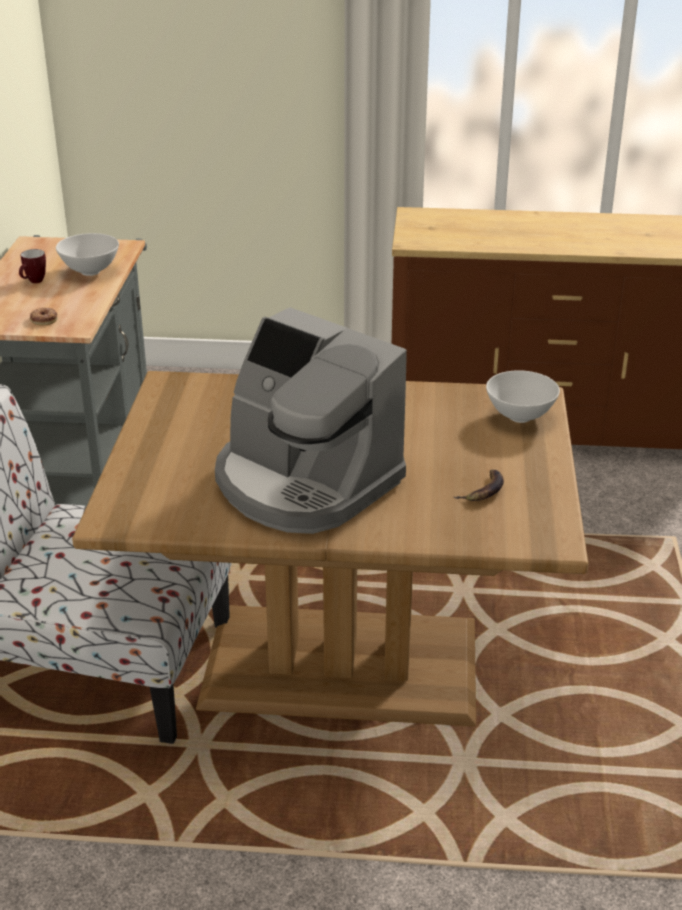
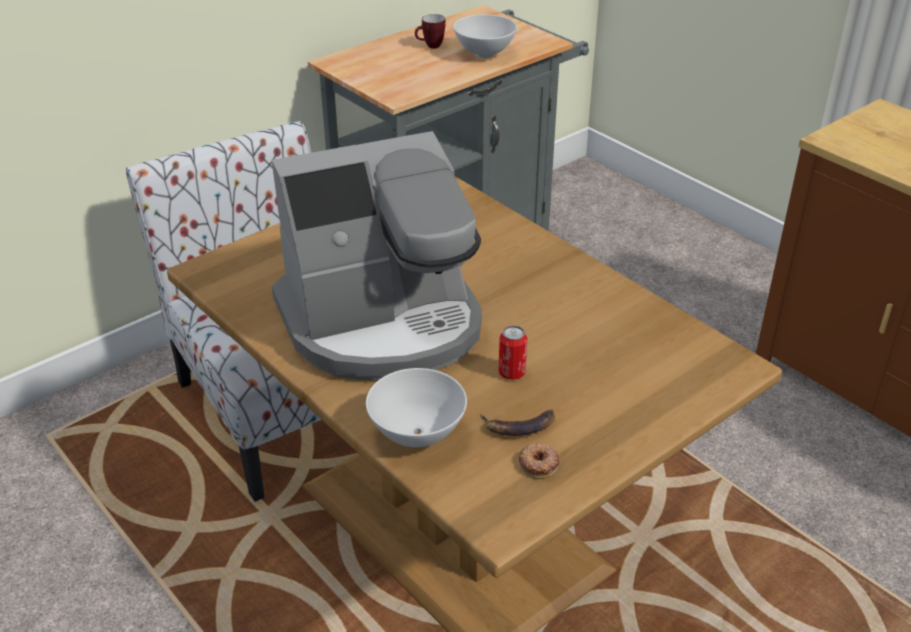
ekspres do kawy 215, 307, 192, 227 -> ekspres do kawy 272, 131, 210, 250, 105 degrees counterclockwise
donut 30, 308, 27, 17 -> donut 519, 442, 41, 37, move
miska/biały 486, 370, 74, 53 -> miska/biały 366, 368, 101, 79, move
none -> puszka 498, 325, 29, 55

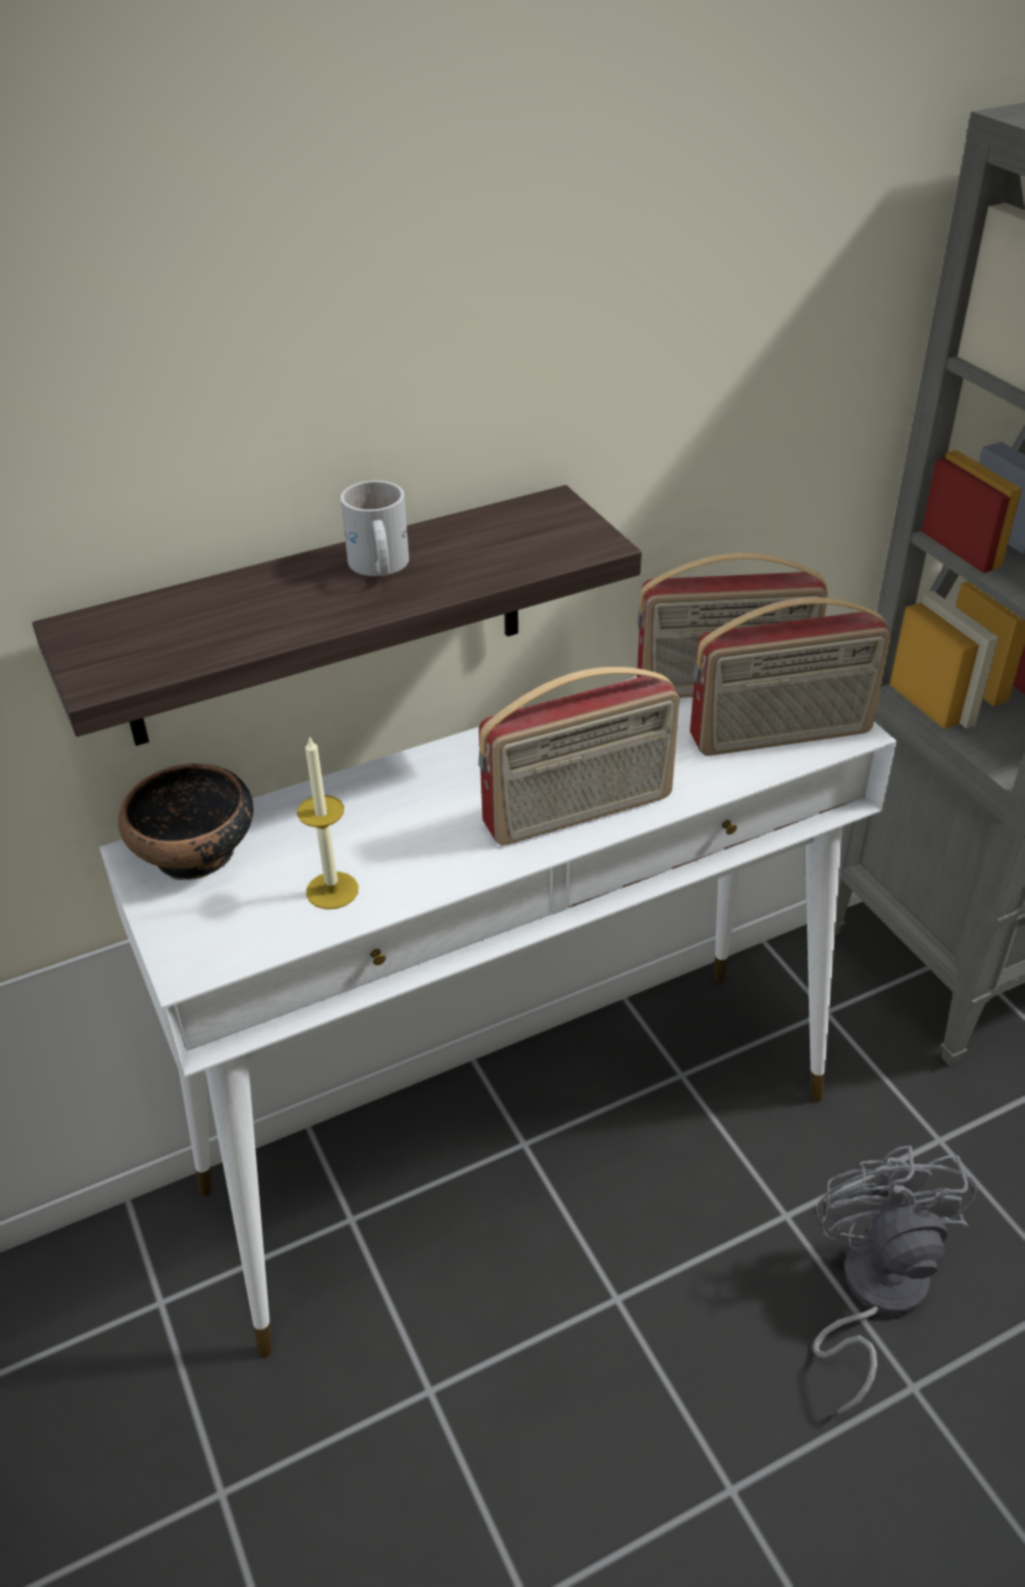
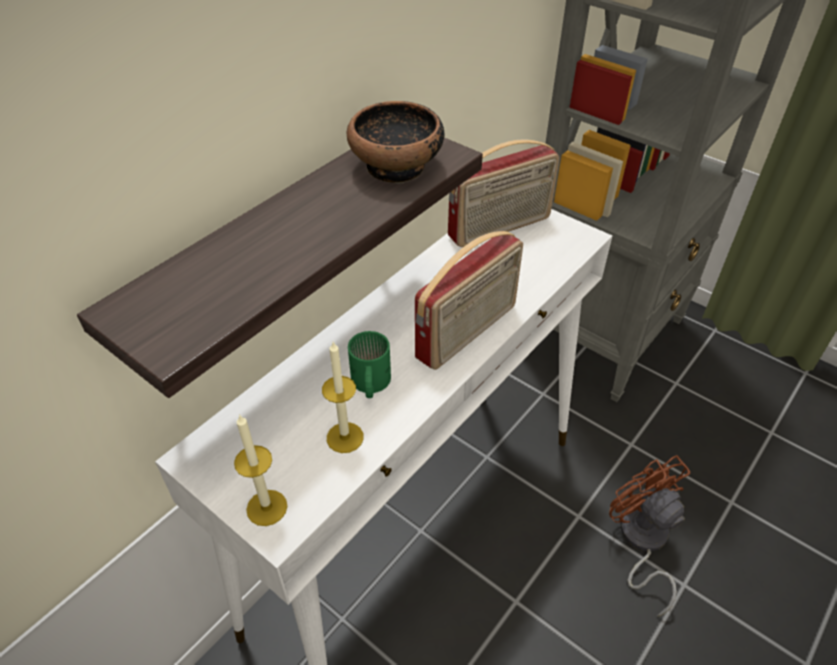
kubek/biały 341, 481, 68, 95 -> none
radio 690, 597, 201, 159 -> none
miska 118, 763, 136, 117 -> miska 347, 101, 97, 83, move
wentylator/szary 812, 1145, 165, 269 -> wentylator/brązowy 609, 455, 81, 161
none -> kubek/zielony 348, 331, 43, 67
none -> świeca 234, 414, 53, 112

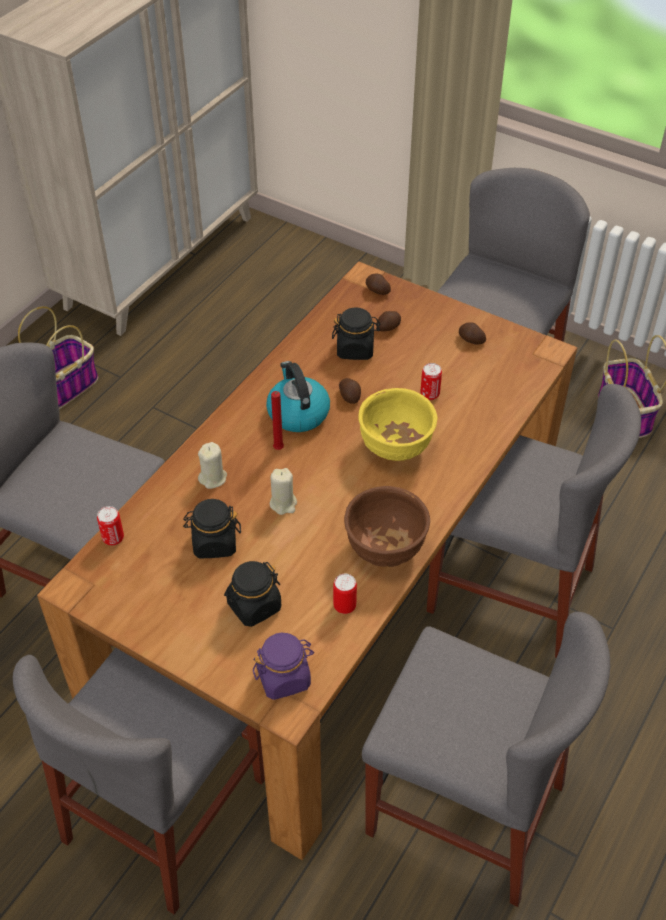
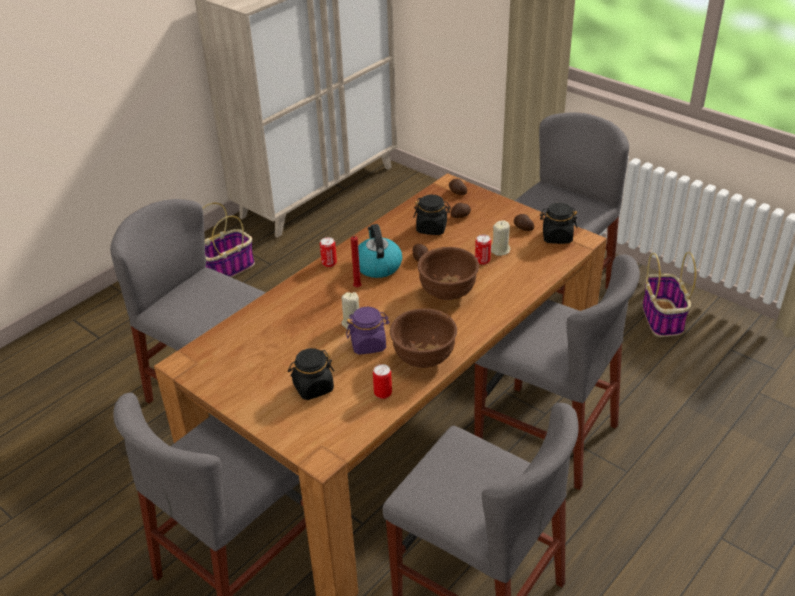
miska/żółty 358, 388, 80, 73 -> miska/brązowy 418, 247, 61, 53
świeca/beżowy 198, 442, 29, 47 -> świeca/beżowy 491, 220, 19, 36, move
słoik/czarny 183, 499, 58, 59 -> słoik/czarny 540, 203, 37, 41, move
puszka 97, 506, 27, 40 -> puszka 320, 237, 17, 30, move
słoik/fioletowy 253, 633, 61, 67 -> słoik/fioletowy 346, 307, 44, 48, move

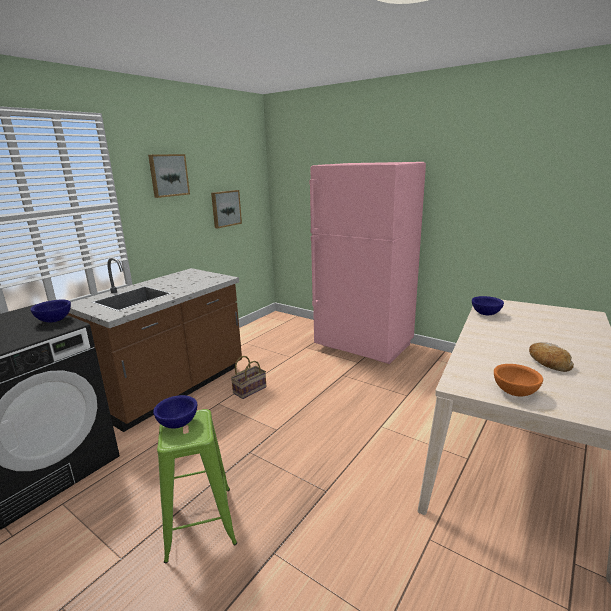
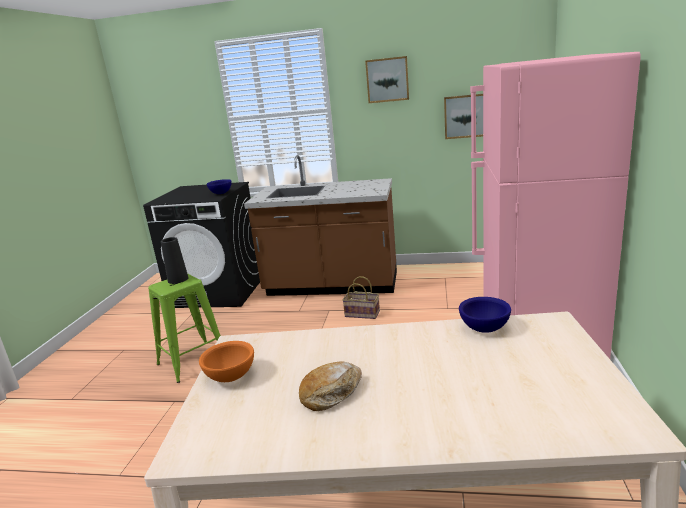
miska/niebieski 153, 395, 44, 34 -> wazon/czarny 161, 237, 27, 47

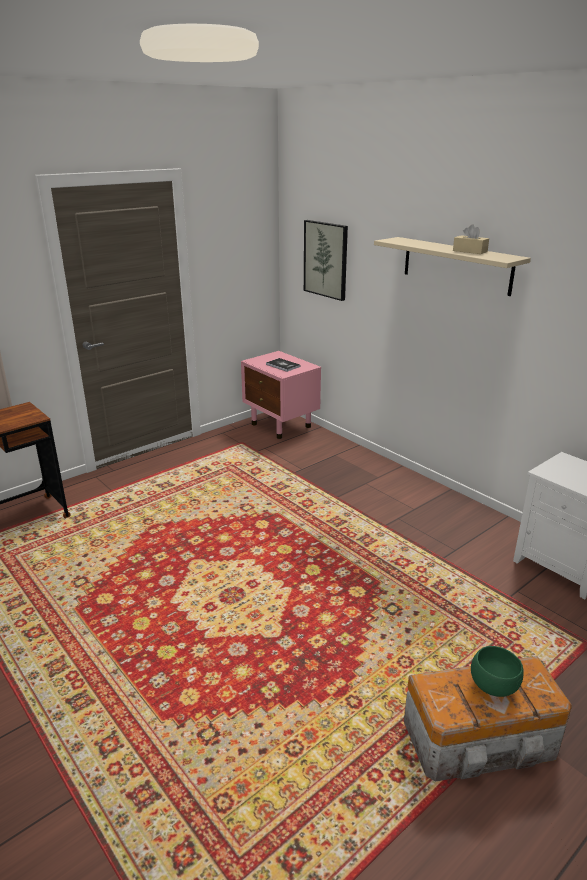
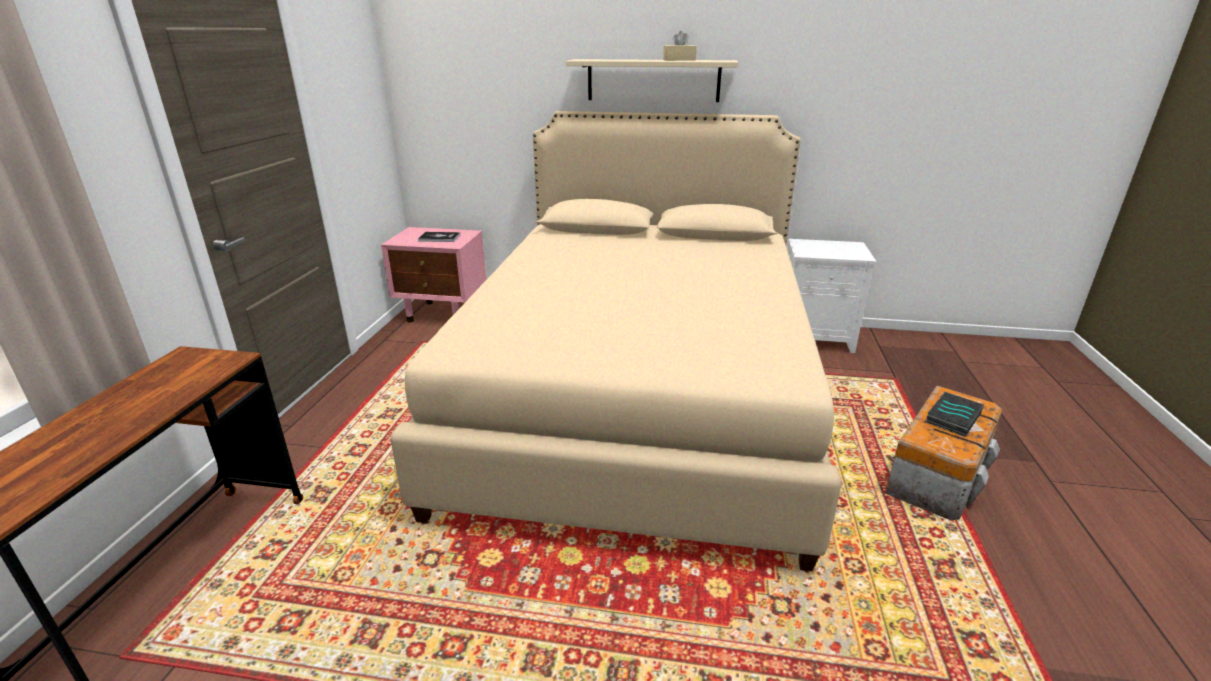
obraz 304, 220, 44, 81 -> none
miska/zielony 471, 646, 53, 51 -> książka 925, 392, 59, 45
none -> łóżko/beżowy 391, 111, 451, 460

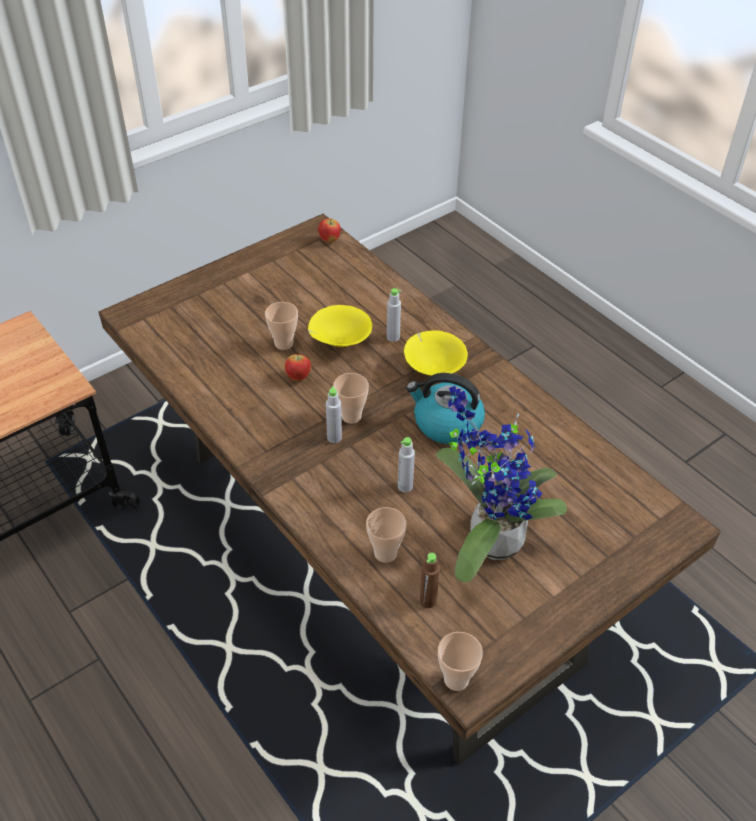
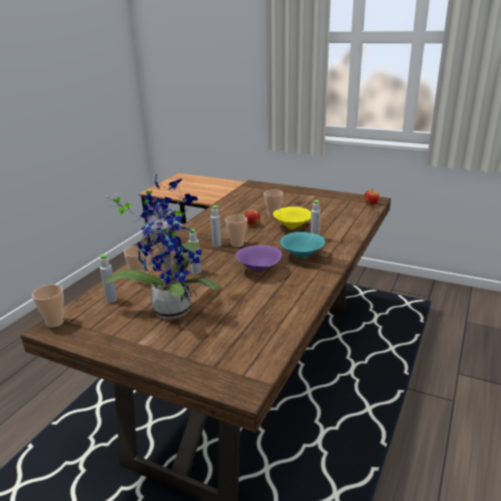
miska/żółty 404, 330, 64, 46 -> miska/turkusowy 280, 232, 45, 27
czajnik 406, 373, 79, 71 -> miska/fioletowy 236, 245, 46, 28
butelka/brązowy 420, 553, 20, 55 -> butelka/szary 99, 254, 18, 49

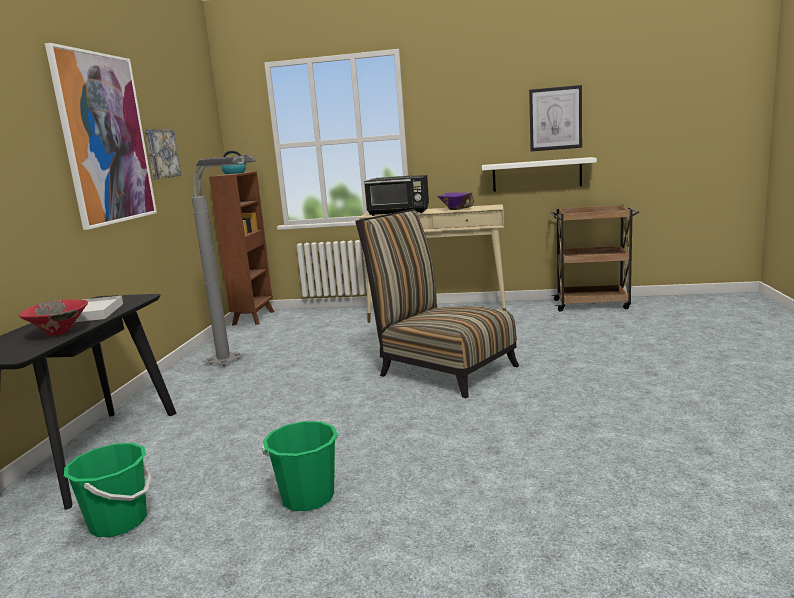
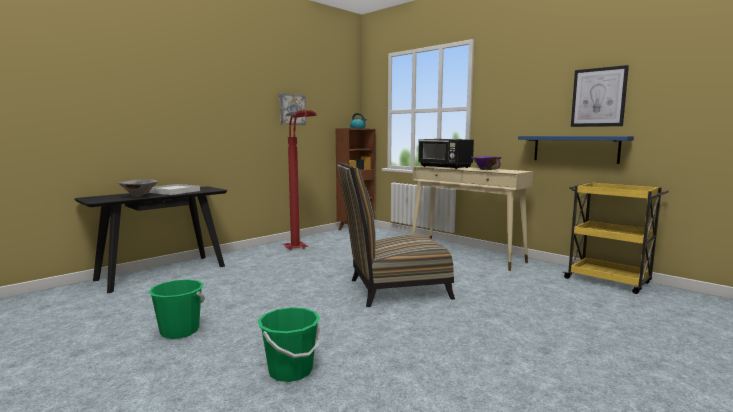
obraz 45, 43, 112, 187 -> none
lampa stojąca/szary 192, 155, 64, 211 -> lampa stojąca/czerwony 283, 110, 34, 140
półka/biały 482, 157, 115, 35 -> półka/niebieski 518, 136, 116, 28
wózek/brązowy 550, 205, 89, 107 -> wózek/żółty 562, 182, 107, 112
krzesło 355, 209, 164, 189 -> krzesło 337, 162, 118, 145, 90 degrees counterclockwise
miska/czerwony 19, 300, 69, 36 -> miska/szary 118, 179, 40, 18
wiadro/zielony 64, 443, 87, 94 -> wiadro/zielony 258, 307, 62, 75, move

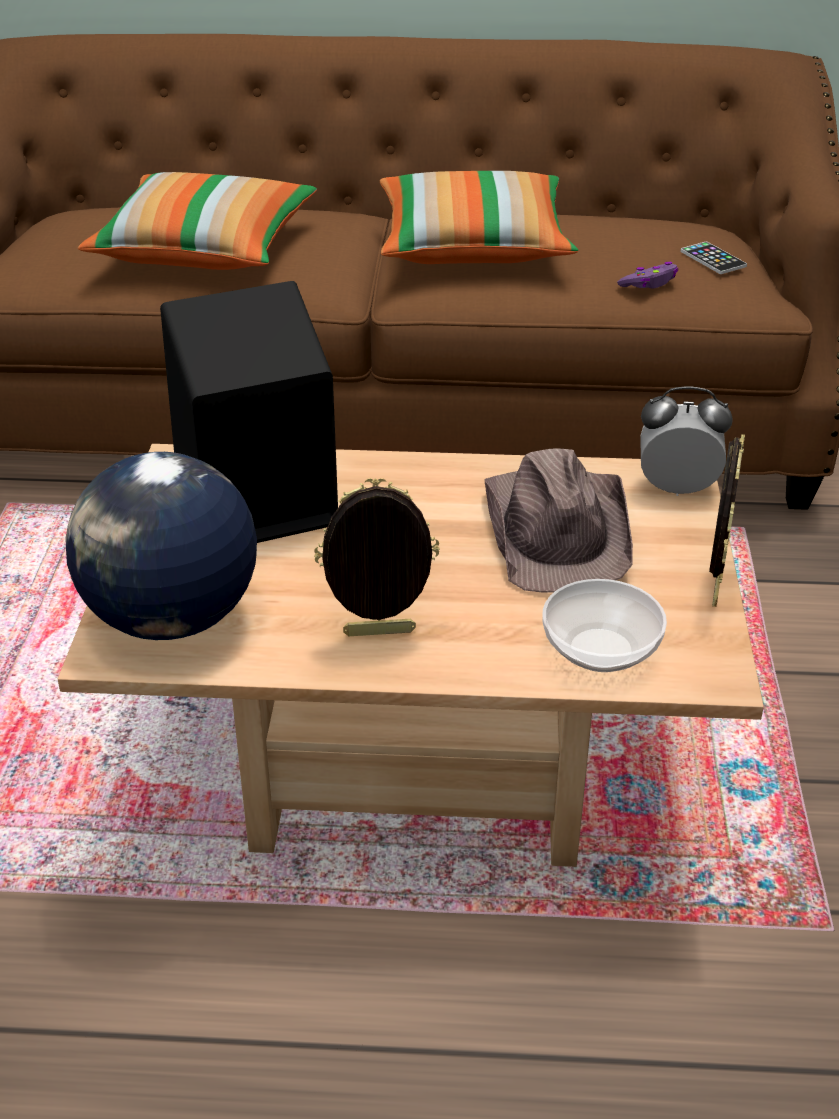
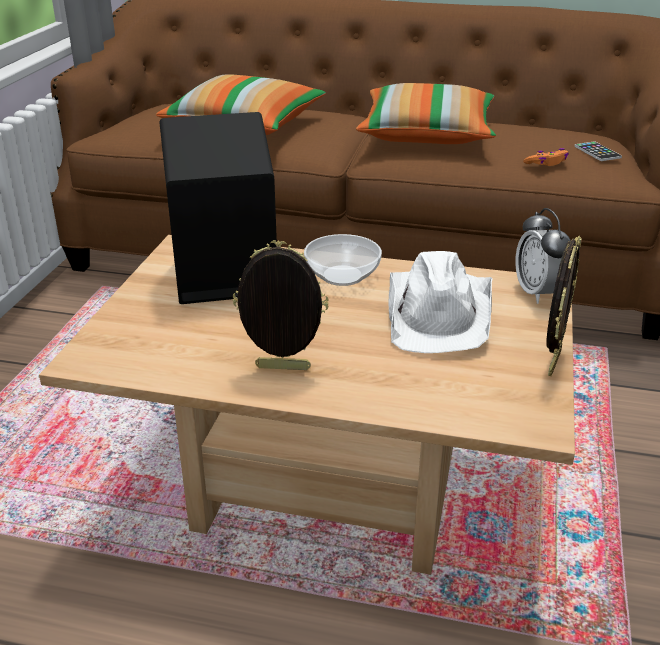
pad do gier/fioletowy 617, 262, 61, 27 -> pad do gier/pomarańczowy 523, 148, 46, 18
budzik 640, 386, 93, 110 -> budzik 515, 208, 56, 96, 120 degrees counterclockwise
kapelusz/brązowy 484, 448, 149, 145 -> kapelusz/biały 389, 251, 104, 102
globus 65, 452, 192, 188 -> none
miska 543, 579, 124, 93 -> miska 304, 234, 78, 52, move

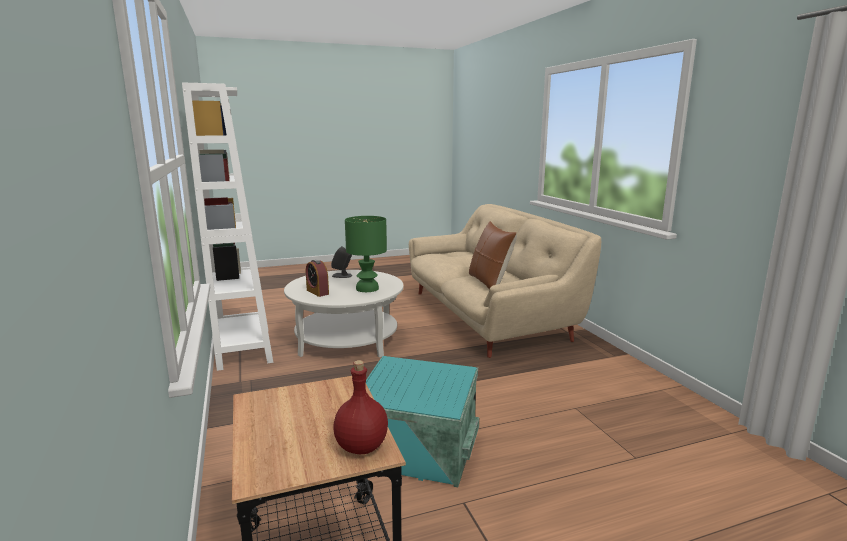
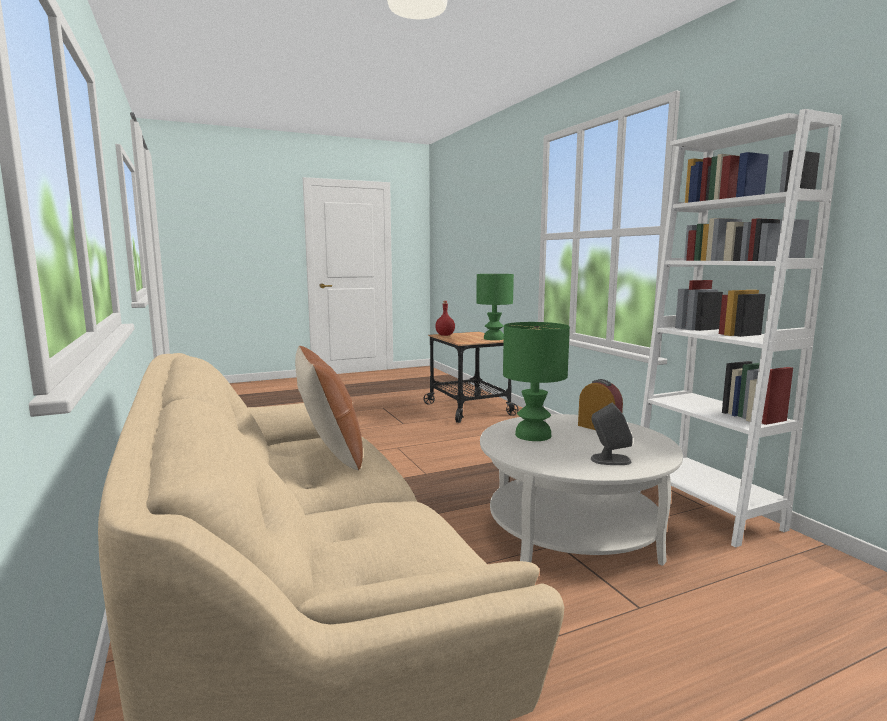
pojemnik do przechowywania/turkusowy 366, 356, 113, 131 -> none
none -> lampa stołowa/zielony 476, 274, 38, 66

